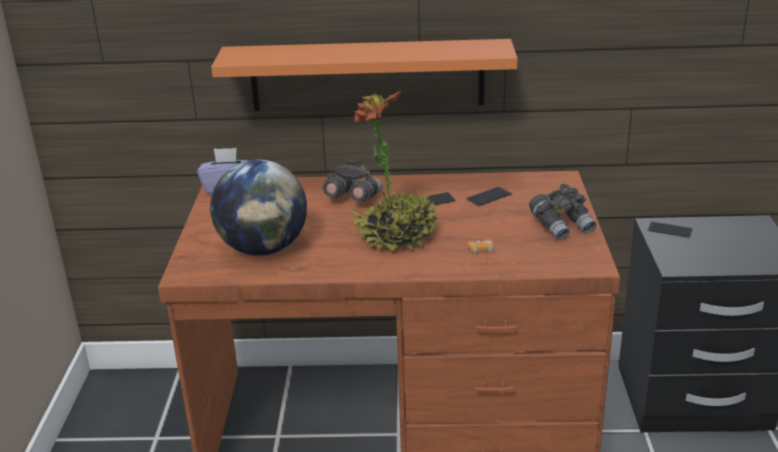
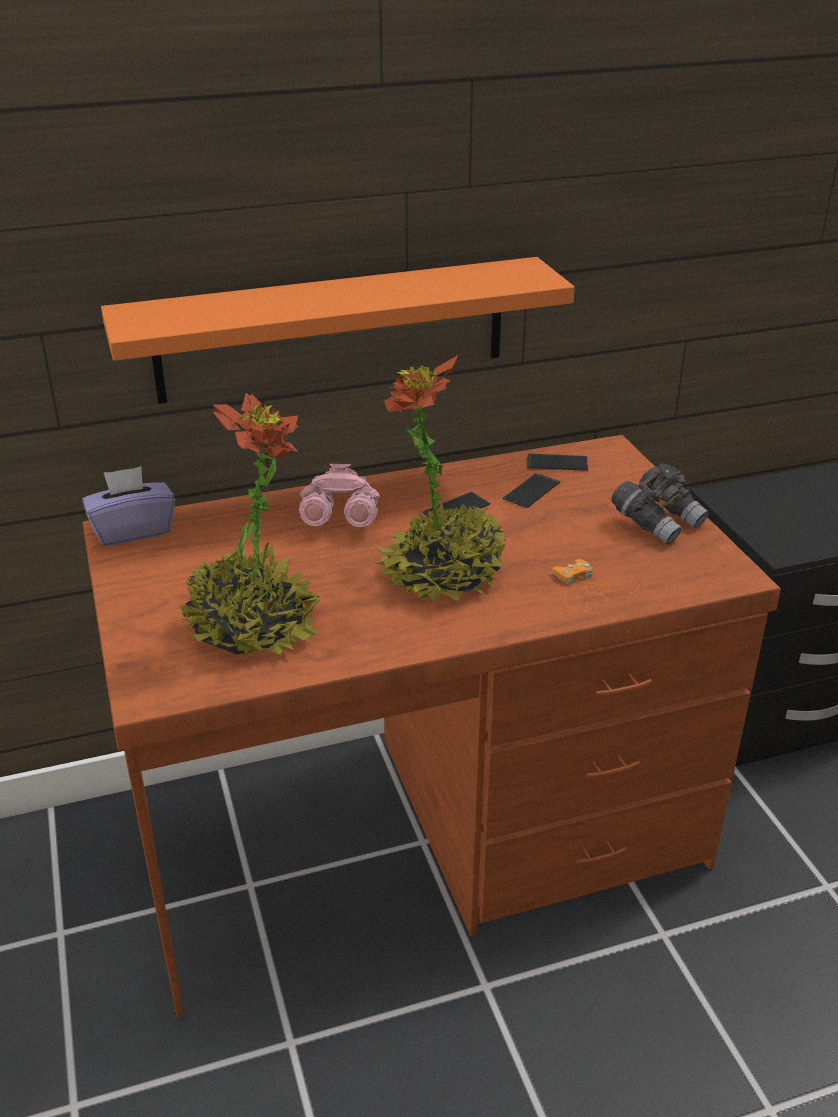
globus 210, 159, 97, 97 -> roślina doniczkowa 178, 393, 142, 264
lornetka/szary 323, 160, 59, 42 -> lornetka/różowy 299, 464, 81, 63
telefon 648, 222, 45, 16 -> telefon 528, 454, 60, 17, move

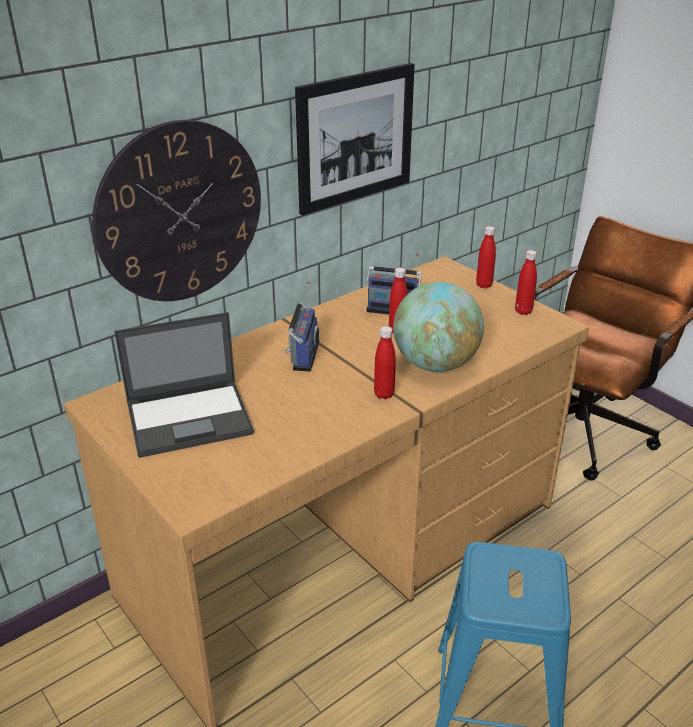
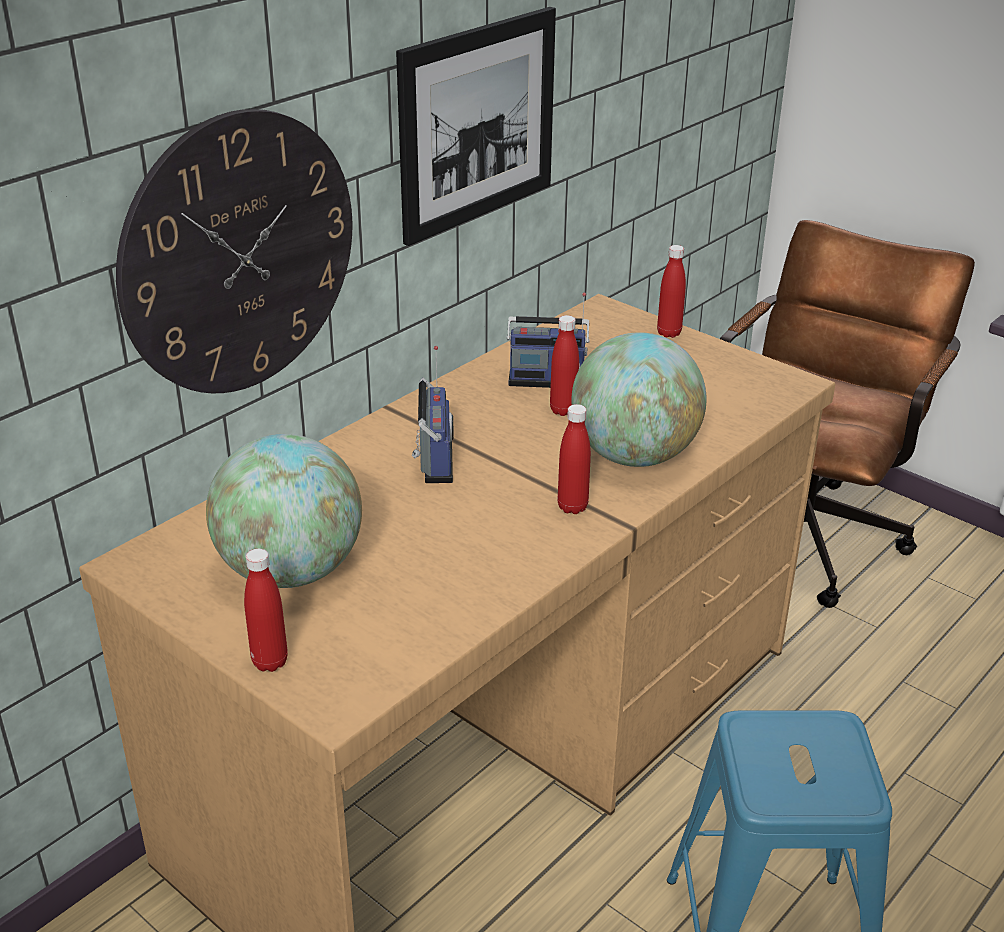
butelka/czerwony 515, 250, 22, 65 -> butelka/czerwony 244, 548, 44, 124, move
laptop 114, 312, 140, 146 -> globus 206, 434, 156, 154

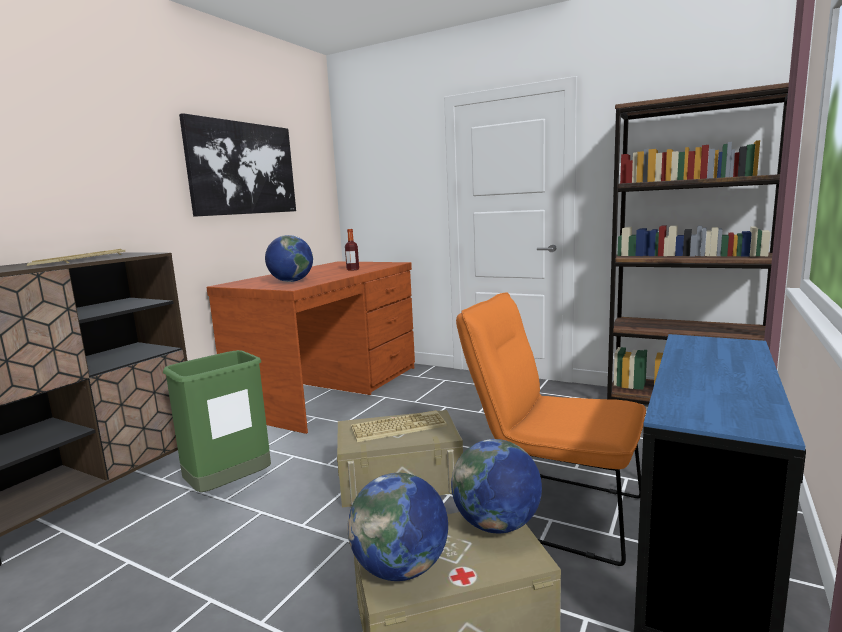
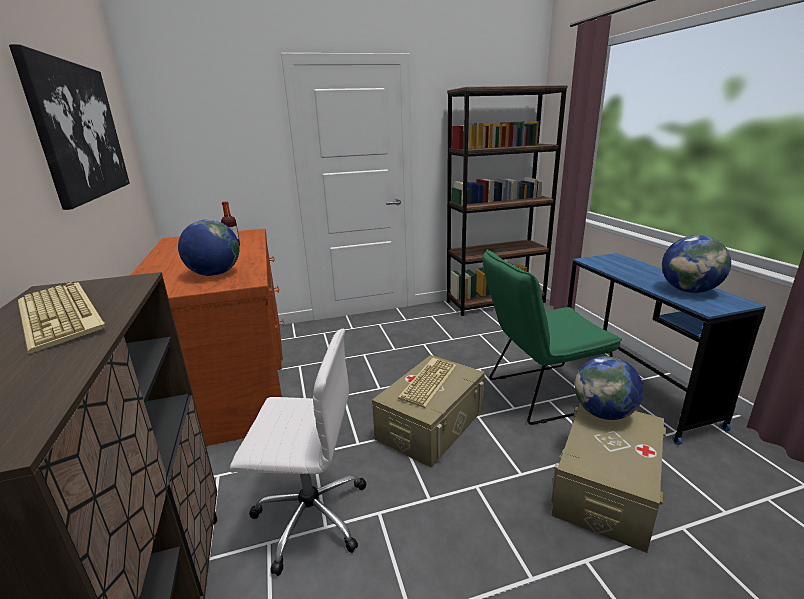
krzesło/pomarańczowy 456, 292, 190, 274 -> krzesło/zielony 482, 249, 140, 176
kosz na śmieci/zielony 163, 350, 108, 142 -> krzesło biurowe/biały 230, 329, 136, 247
globus 348, 473, 100, 108 -> globus 662, 235, 69, 58, move

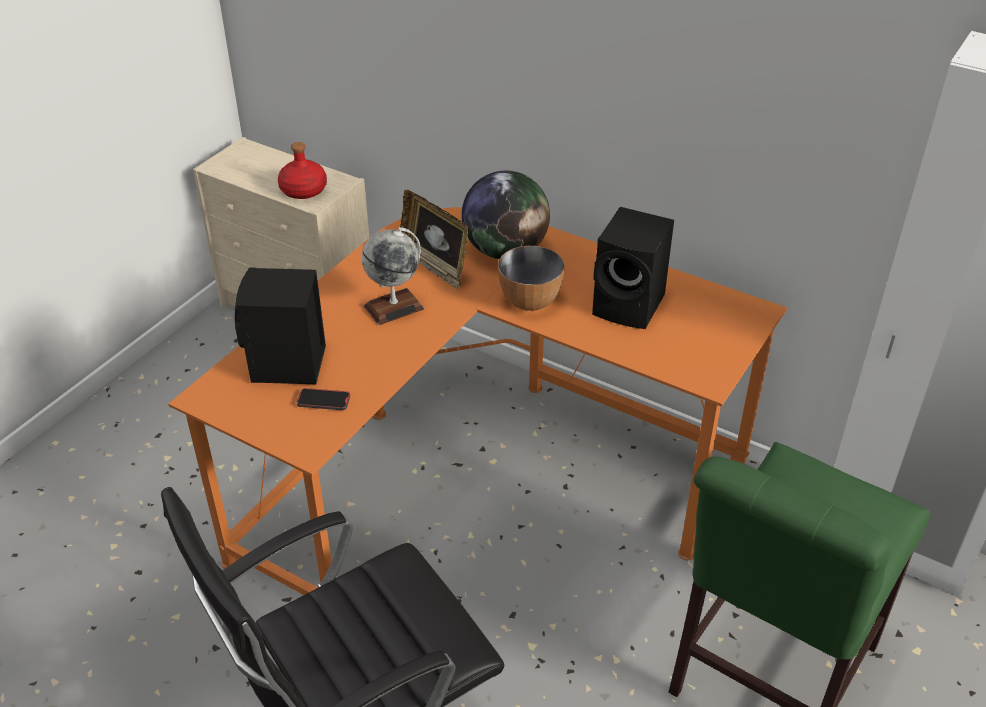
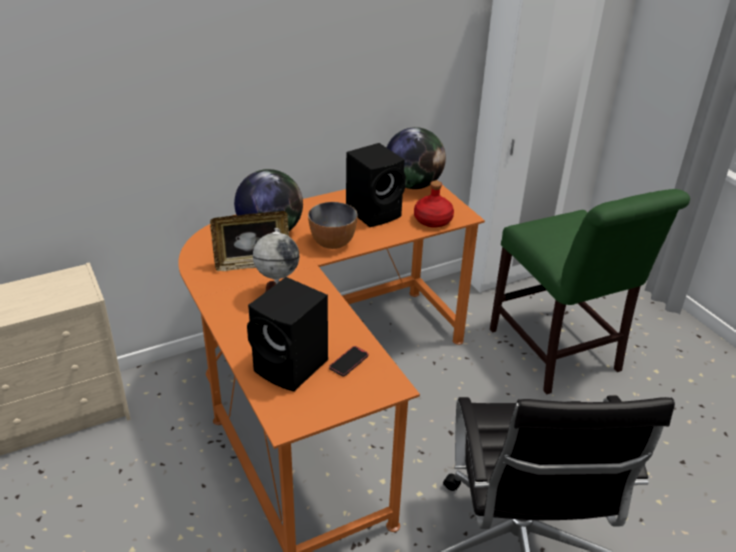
butelka/czerwony 278, 142, 49, 57 -> butelka/czerwony 414, 181, 40, 47, move
none -> globus 386, 127, 60, 62

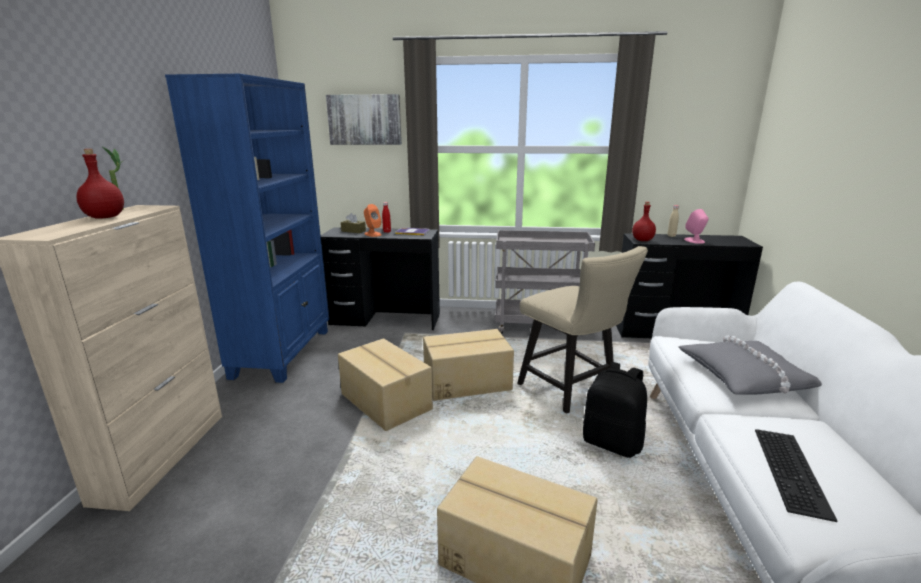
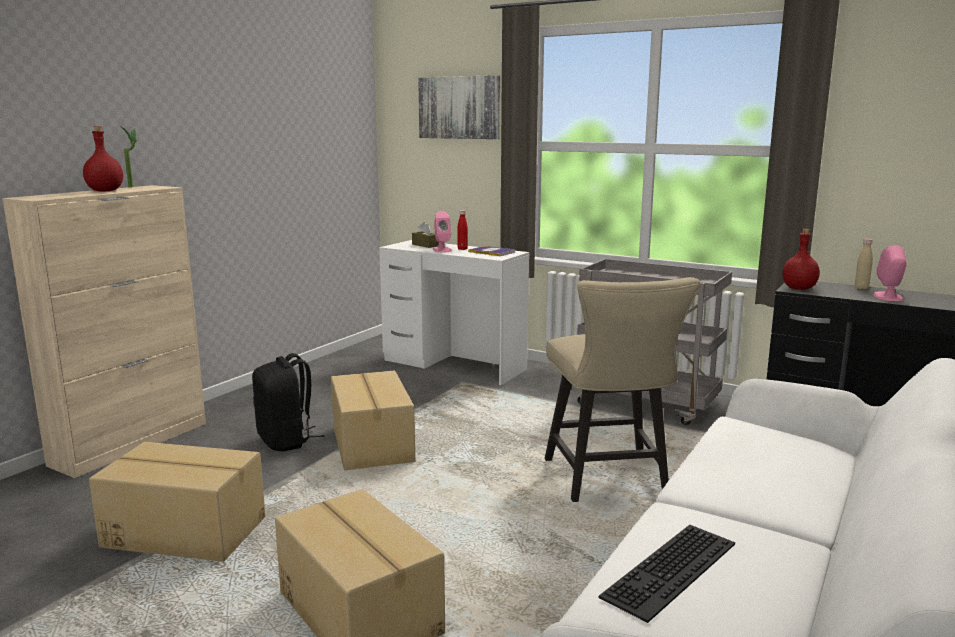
regał/niebieski 165, 74, 164, 309 -> none
głośnik/pomarańczowy 364, 204, 18, 33 -> głośnik/różowy 433, 211, 18, 42
biurko/czarny 321, 227, 119, 103 -> biurko/biały 379, 240, 150, 145
karton 423, 329, 91, 72 -> karton 89, 442, 176, 120, move
poduszka/szary 679, 335, 143, 60 -> none
plecak/czarny 583, 362, 64, 96 -> plecak/czarny 252, 353, 72, 98, move

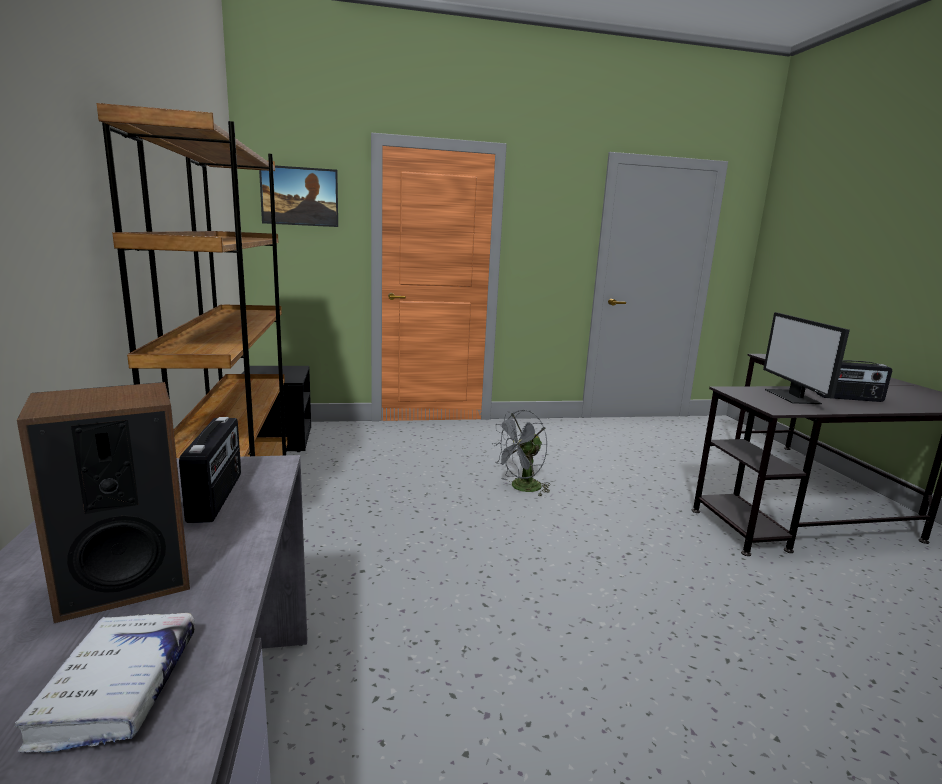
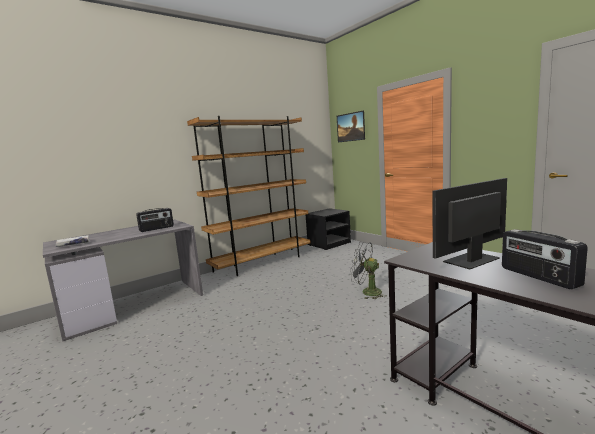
głośnik 17, 382, 173, 241 -> none

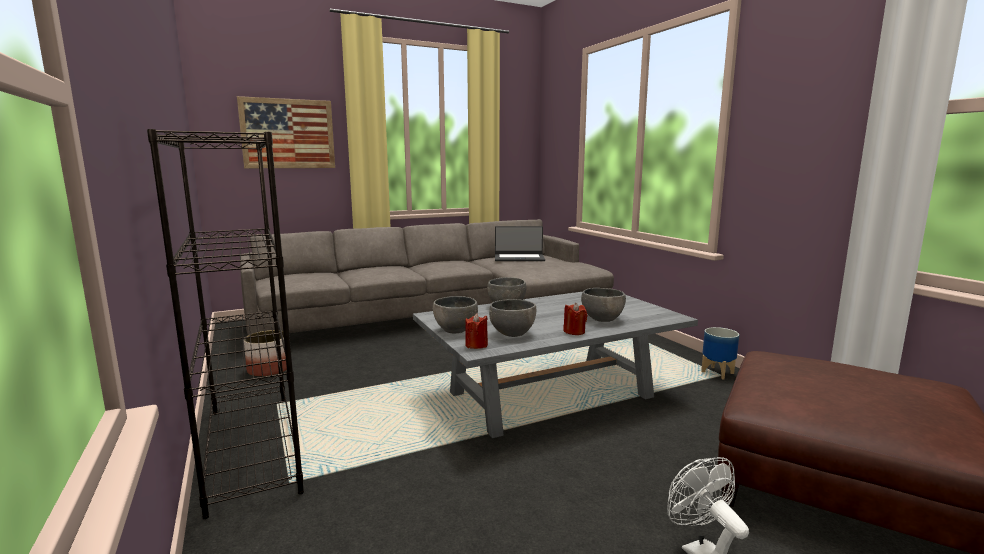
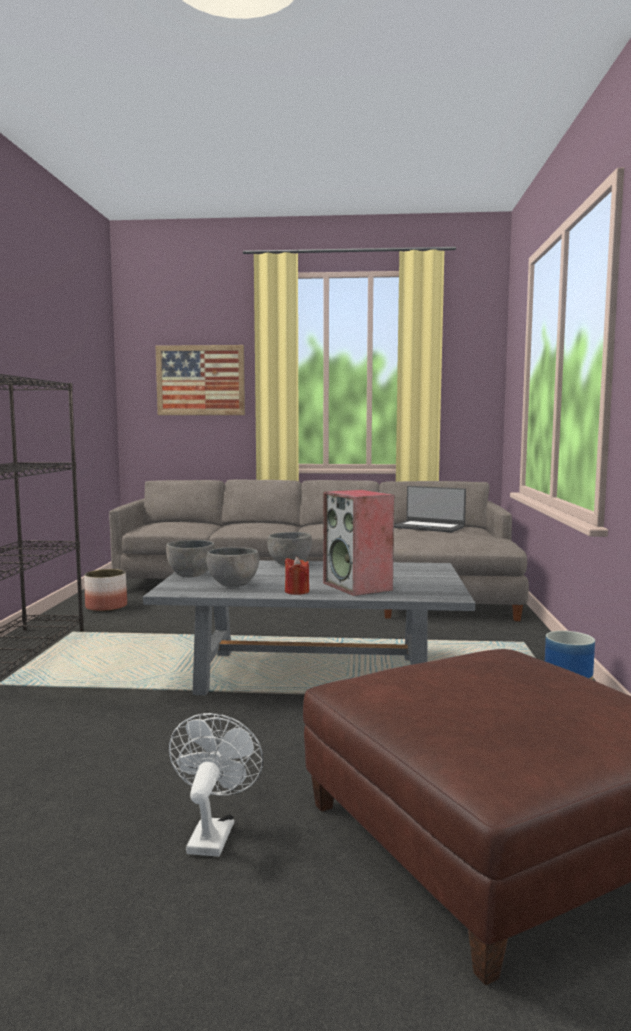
miska/szary 581, 288, 45, 34 -> głośnik 323, 490, 71, 106
świeca/czerwony 465, 313, 23, 36 -> none

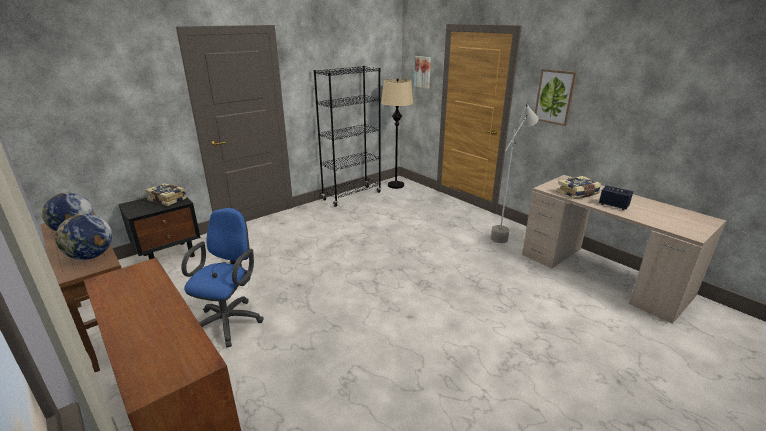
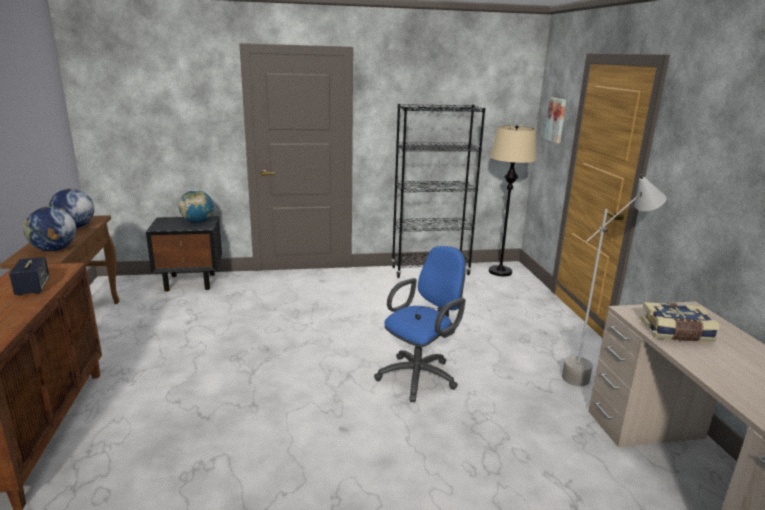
obraz 535, 69, 42, 57 -> none
książka 145, 183, 42, 23 -> globus 179, 190, 35, 33
głośnik 599, 185, 34, 25 -> głośnik 9, 257, 41, 39, move
krzesło biurowe/niebieski 181, 208, 83, 140 -> krzesło biurowe/niebieski 374, 246, 92, 156, move

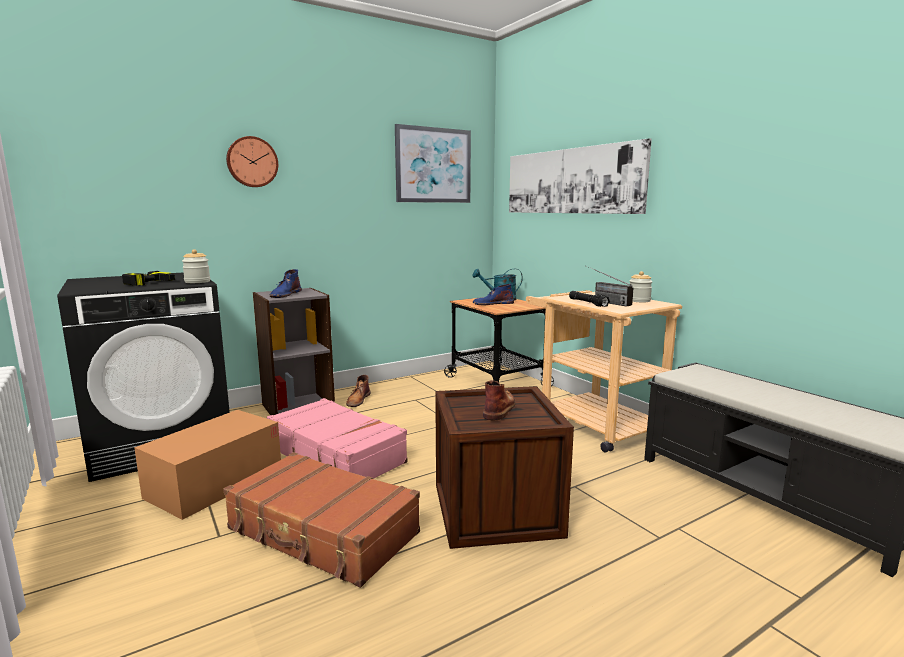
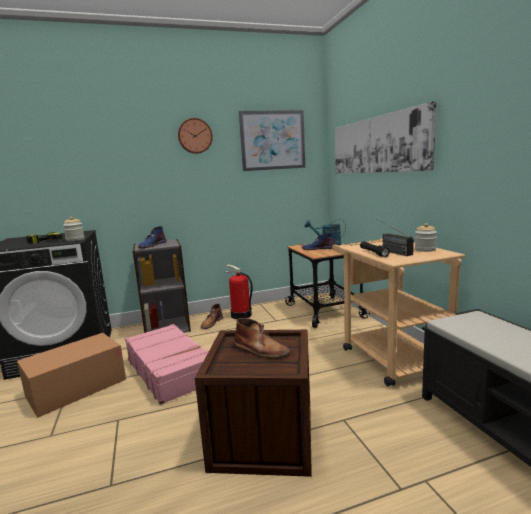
zegar ścienny 226, 136, 52, 51 -> zegar ścienny 178, 118, 35, 36, move
but z cholewką/brązowy 483, 380, 33, 41 -> but z cholewką/brązowy 234, 318, 56, 41, 90 degrees clockwise
walizka/brązowy 223, 452, 197, 136 -> none
none -> gaśnica 225, 265, 28, 54

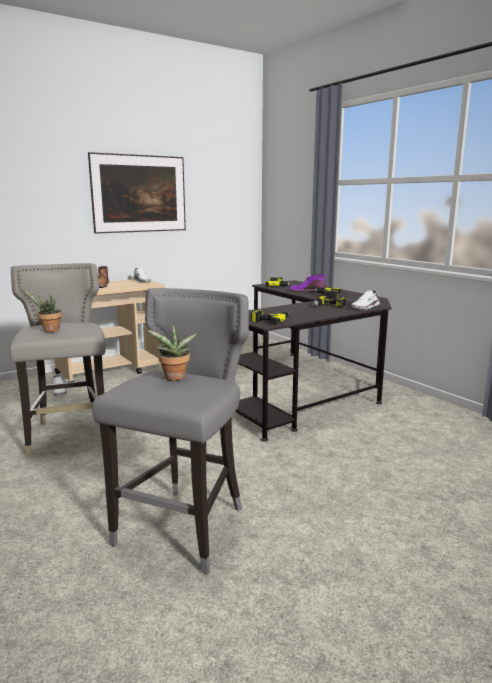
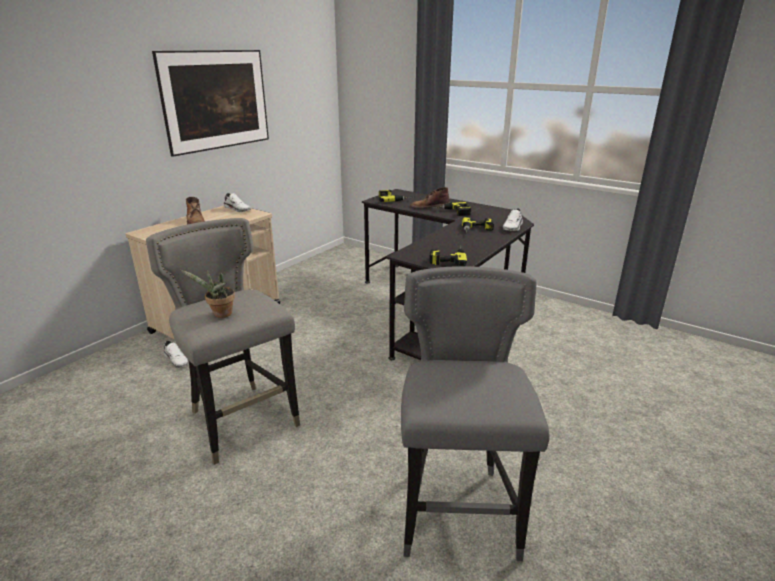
but z cholewką/fioletowy 289, 274, 37, 18 -> but z cholewką/brązowy 410, 187, 40, 22
roślina doniczkowa 147, 325, 50, 56 -> none

